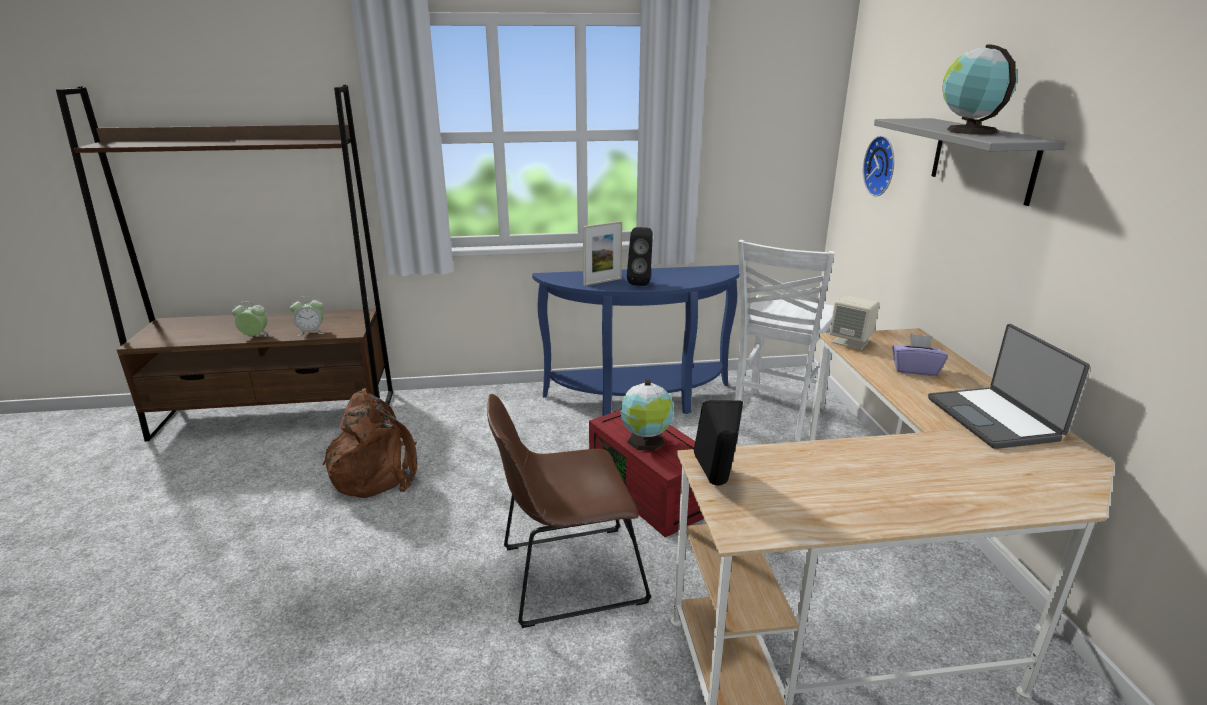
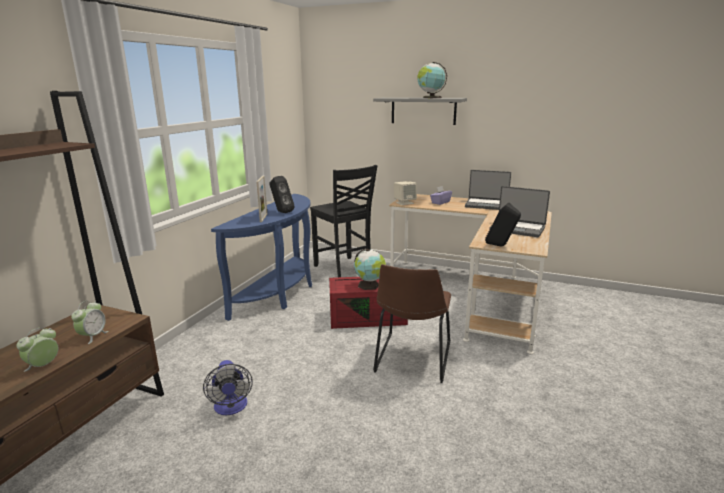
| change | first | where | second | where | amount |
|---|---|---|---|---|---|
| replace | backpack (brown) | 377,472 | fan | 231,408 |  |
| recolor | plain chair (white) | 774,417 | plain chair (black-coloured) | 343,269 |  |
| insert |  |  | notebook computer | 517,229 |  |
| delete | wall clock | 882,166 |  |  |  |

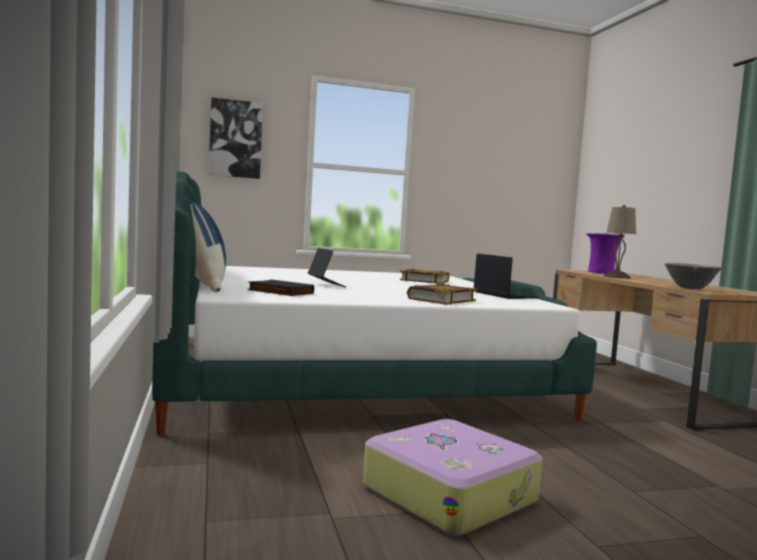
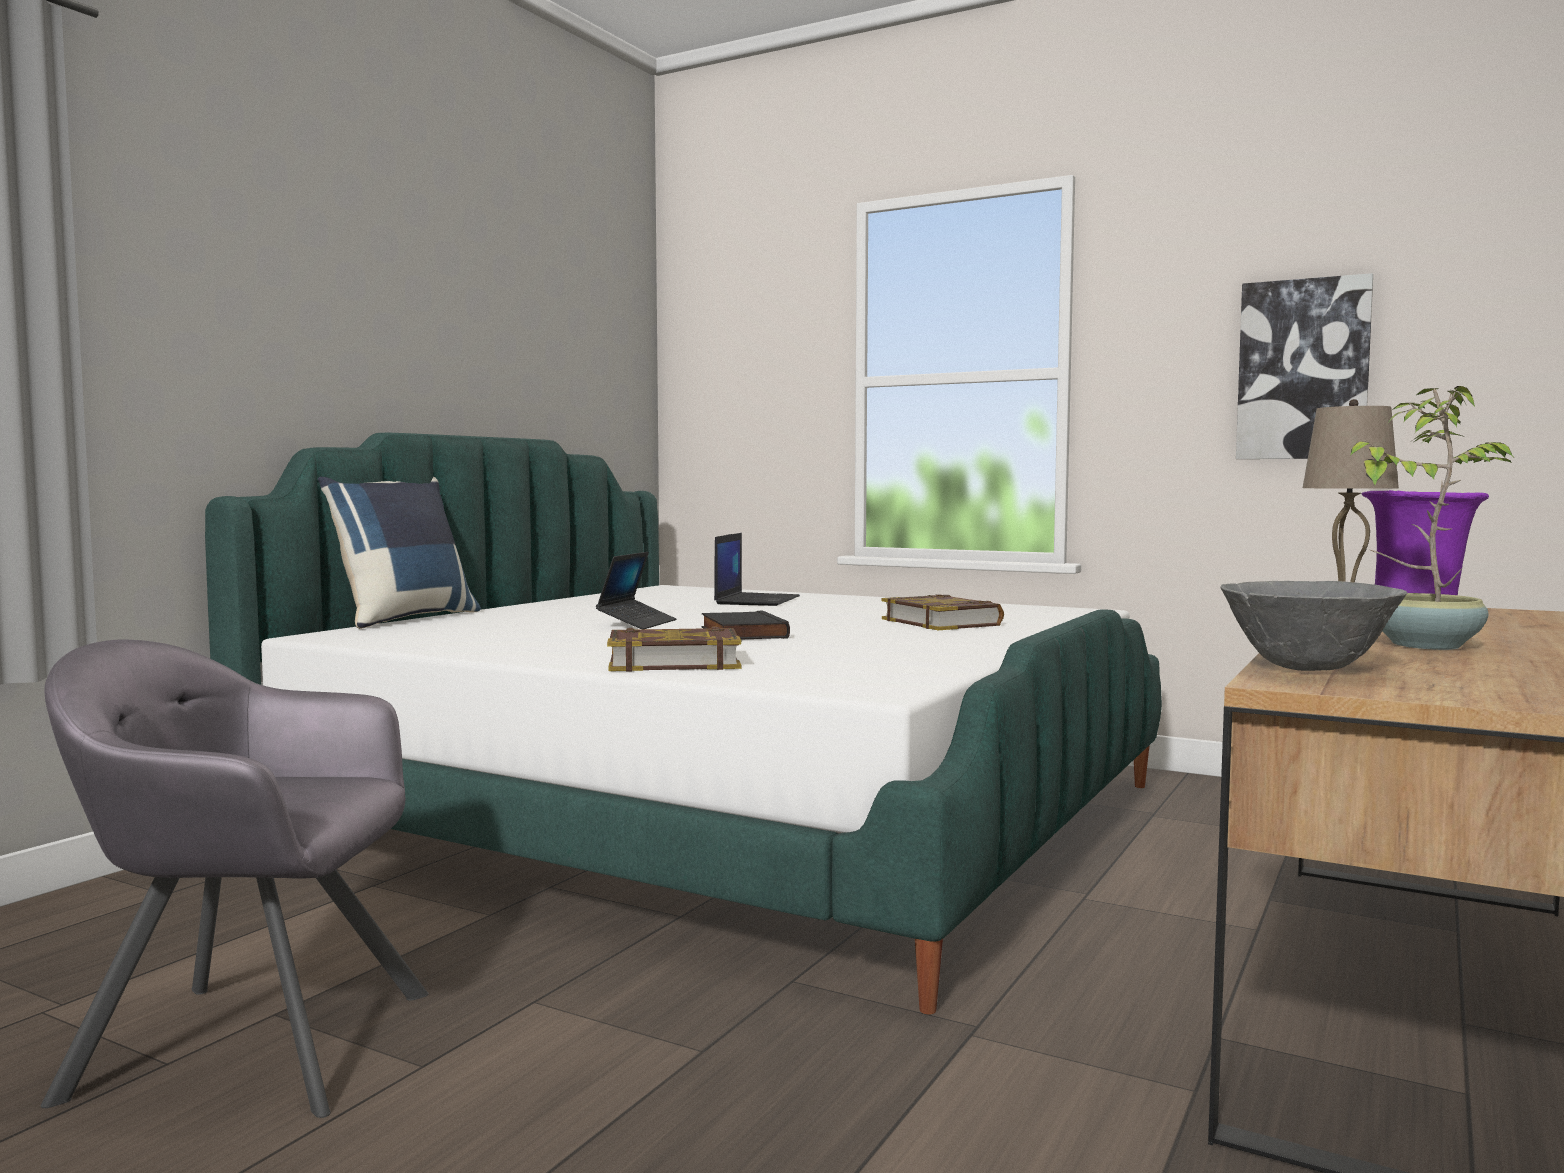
| change | first | where | second | where | amount |
|---|---|---|---|---|---|
| replace | travel case | 450,493 | easy chair (grey) | 251,1043 |  |
| move | volume (black-coloured) | 279,292 |  | 741,633 |  |
| move | notebook computer | 503,295 |  | 756,600 |  |
| move | picture | 235,139 |  | 1303,370 |  |
| insert |  |  | plant in a pot | 1423,645 |  |

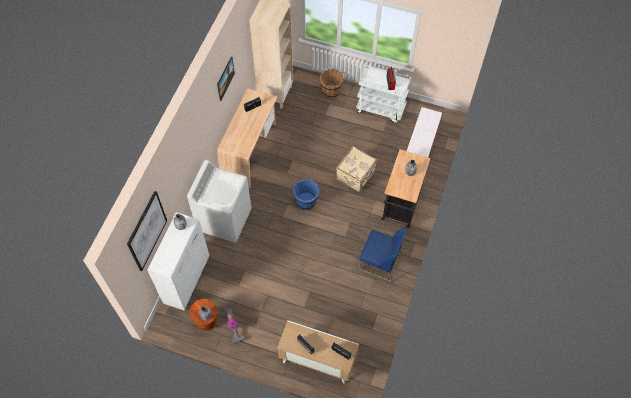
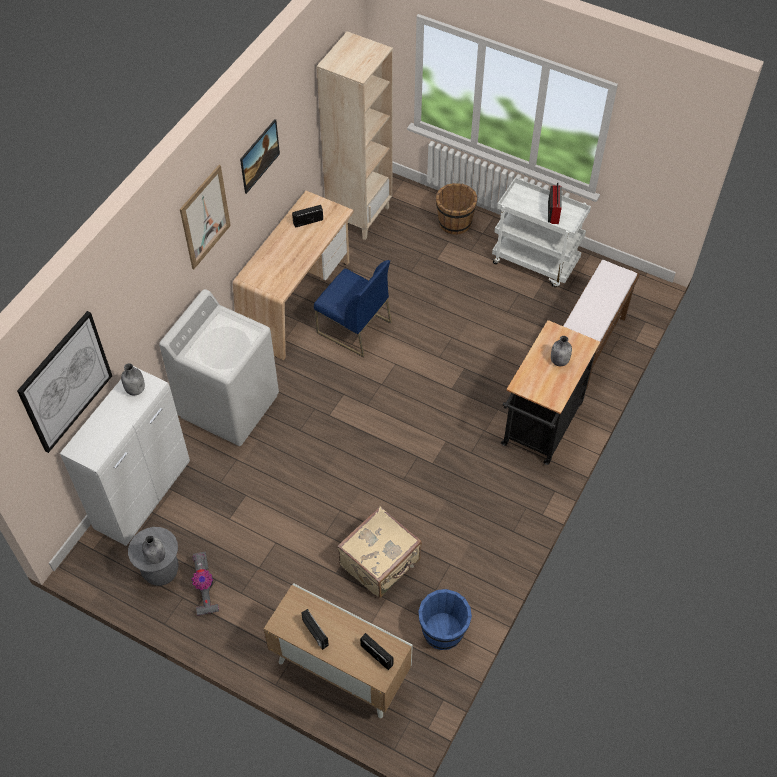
| change | first | where | second | where | amount |
|---|---|---|---|---|---|
| recolor | sitting stool (brown) | 206,321 | sitting stool (grey) | 161,571 |  |
| insert |  |  | picture | 205,217 |  |
| move | plain chair (blue) | 379,262 |  | 353,327 |  |
| move | travel case (beige) | 356,175 |  | 381,563 |  |
| move | water bucket (blue) | 306,201 |  | 443,632 |  |

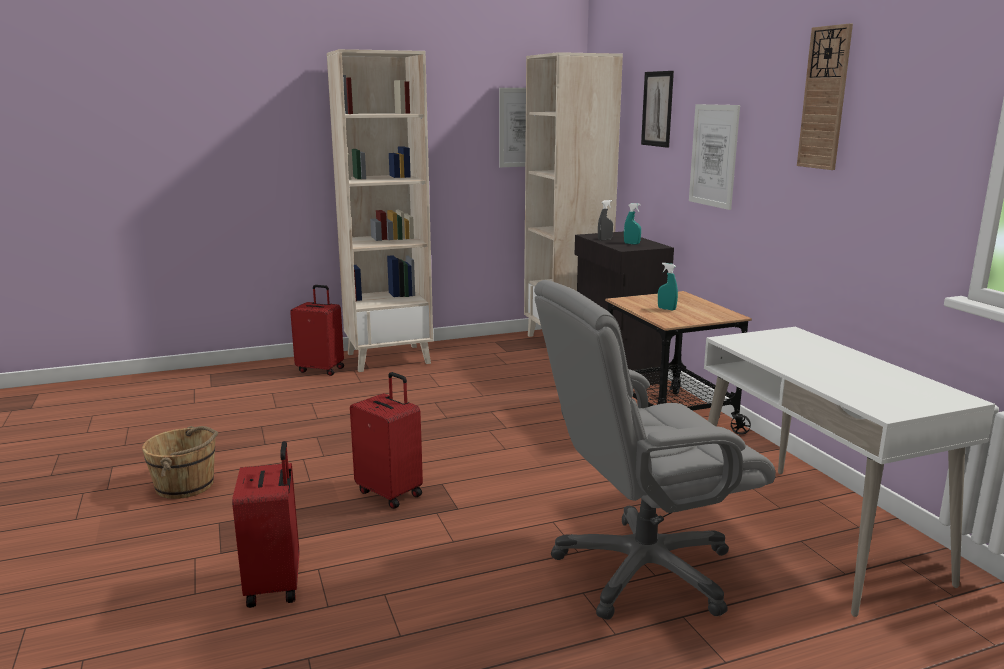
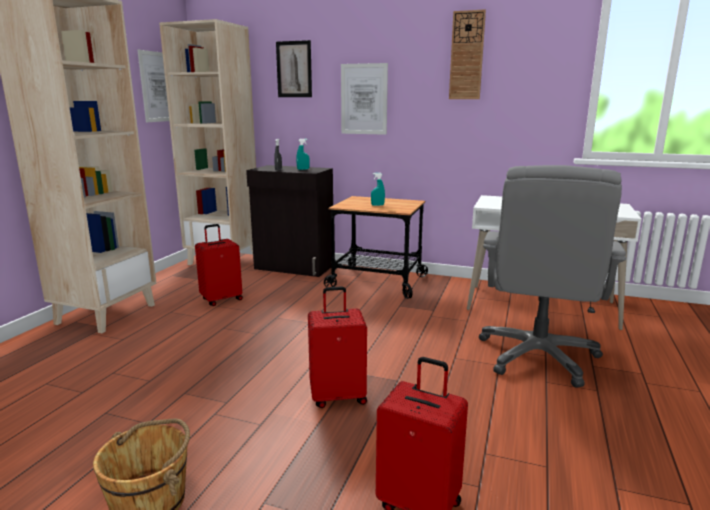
| change | first | where | second | where | amount |
|---|---|---|---|---|---|
| move | travel case (reddish) | 321,369 |  | 221,299 |  |

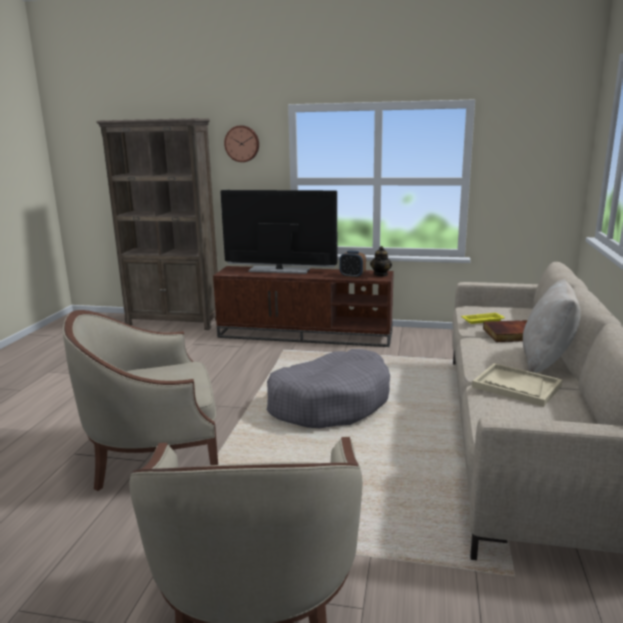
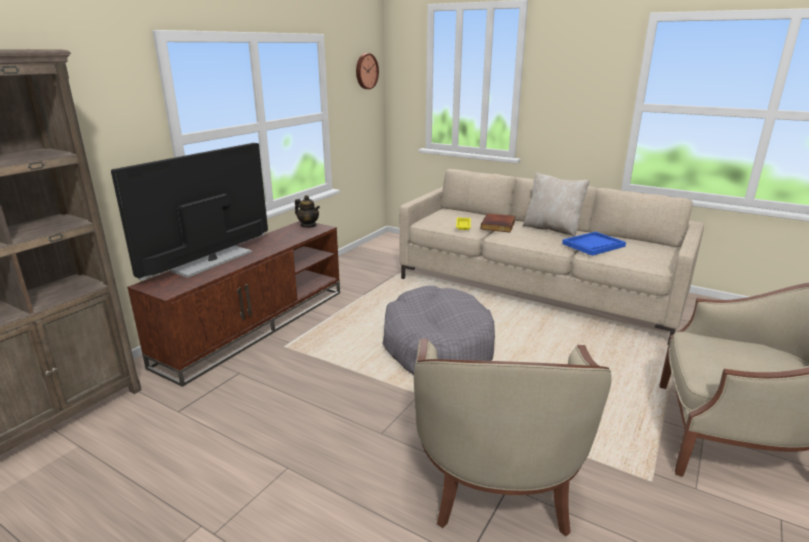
| change | first | where | second | where | amount |
|---|---|---|---|---|---|
| move | wall clock | 242,143 |  | 366,71 |  |
| recolor | carrying tray (beige) | 516,386 | carrying tray (blue) | 593,245 |  |
| delete | table clock | 352,276 |  |  |  |

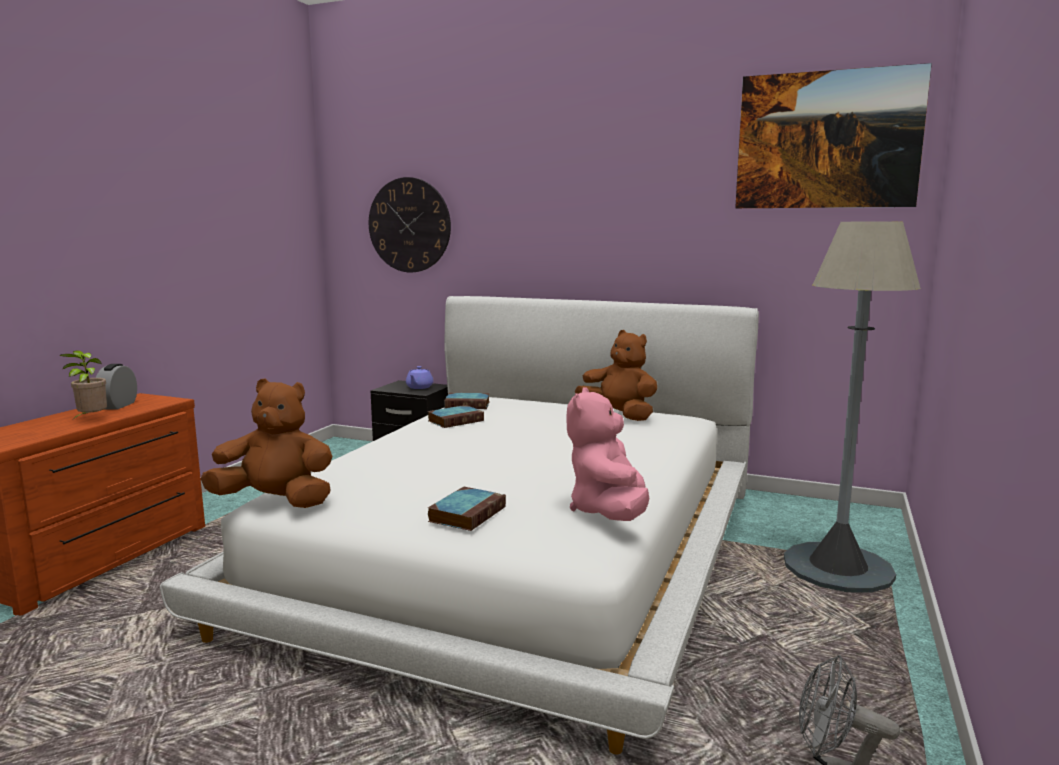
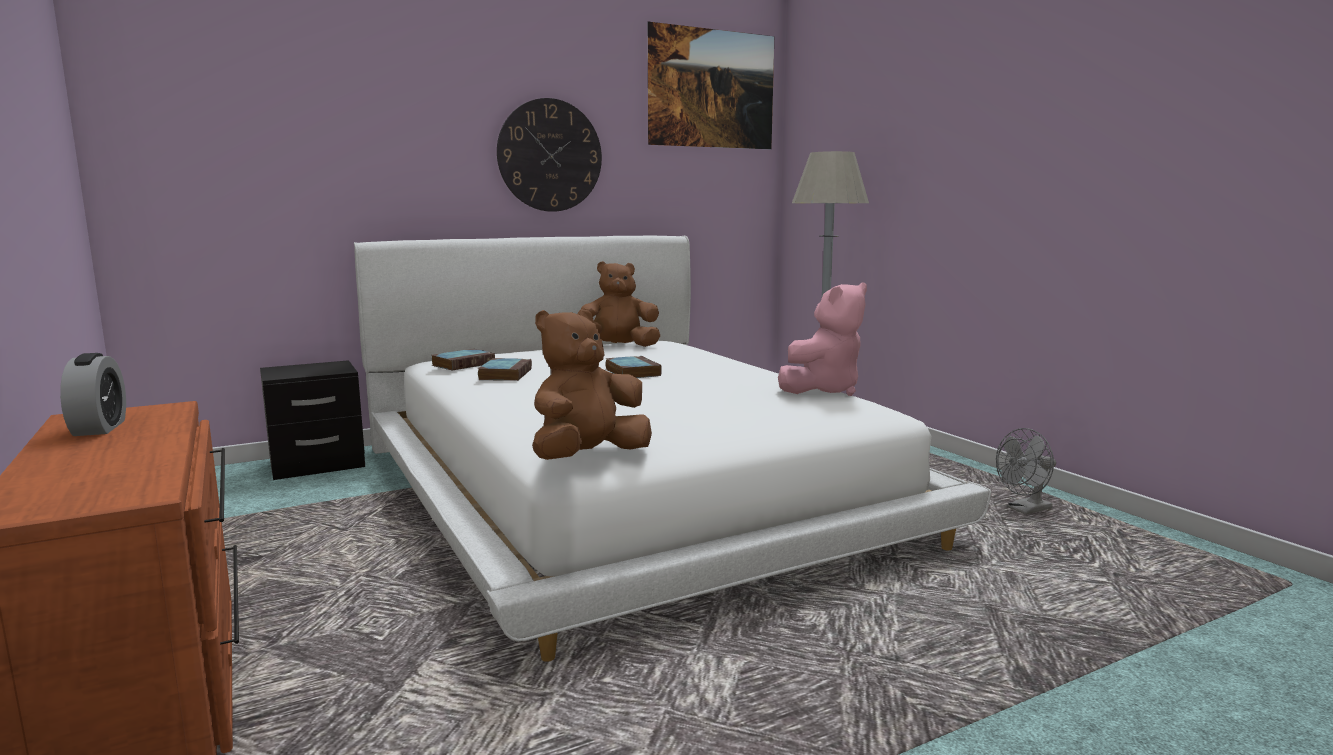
| change | first | where | second | where | amount |
|---|---|---|---|---|---|
| rotate | table clock | 118,405 |  | 99,428 | 150 degrees counterclockwise |
| move | wall clock | 409,225 |  | 550,155 |  |
| move | volume | 467,513 |  | 631,372 |  |
| rotate | plush toy (pink-coloured) | 609,512 |  | 823,390 | 90 degrees counterclockwise |
| delete | plant in a pot | 91,420 |  |  |  |
| delete | tea pot (purple-coloured) | 419,387 |  |  |  |

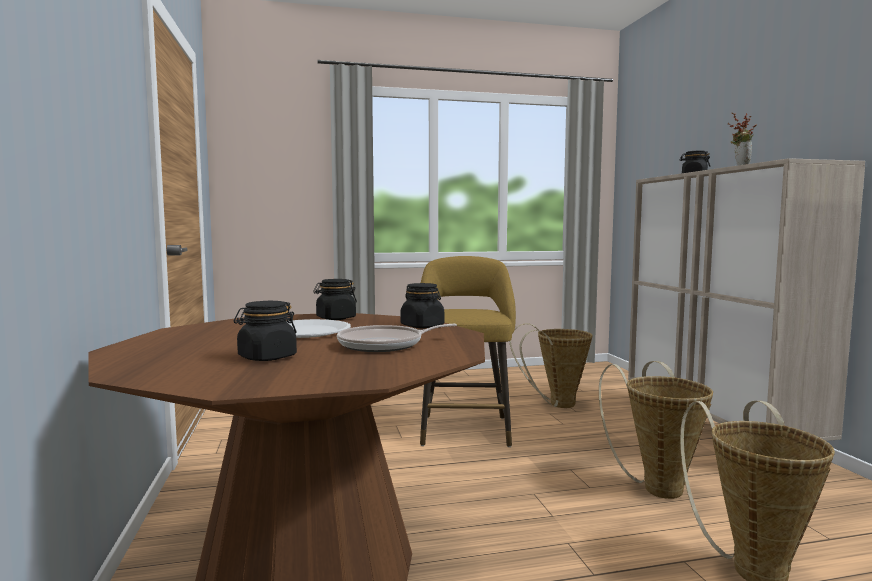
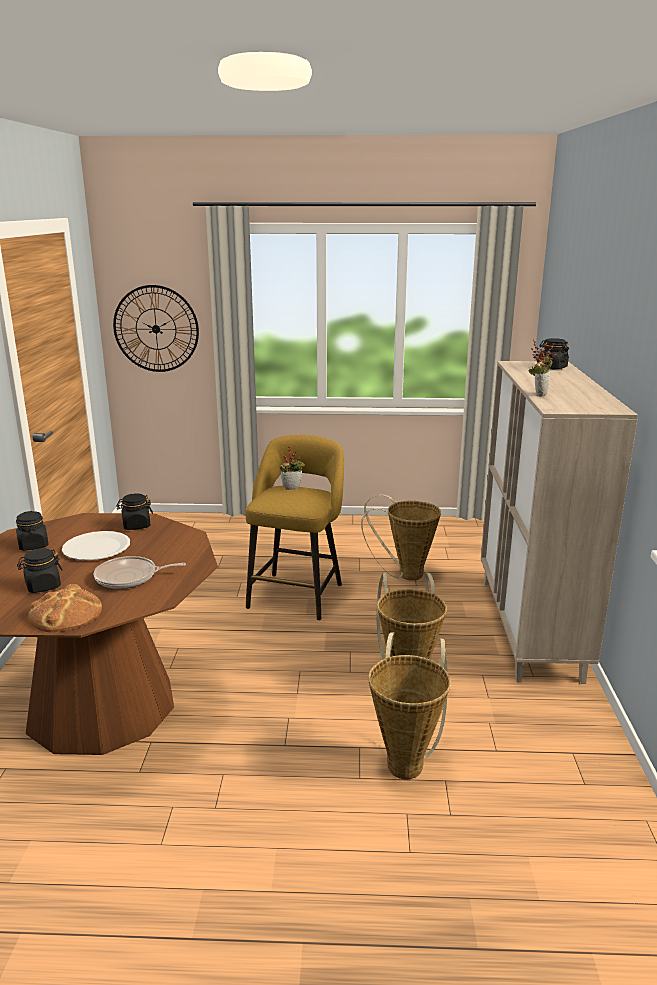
| change | first | where | second | where | amount |
|---|---|---|---|---|---|
| move | jar (black-coloured) | 422,326 |  | 33,545 |  |
| insert |  |  | baked bread | 66,613 |  |
| insert |  |  | wall clock | 156,329 |  |
| insert |  |  | plant in a pot | 292,487 |  |

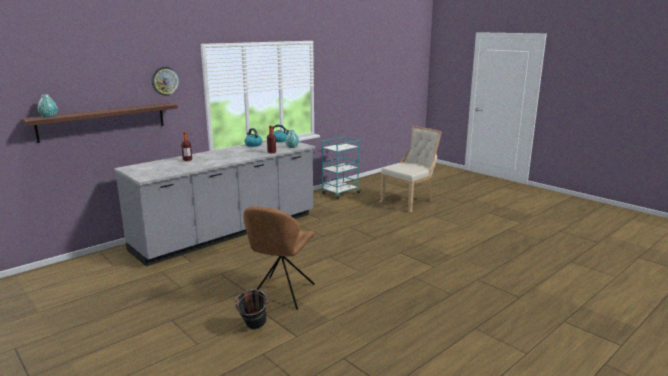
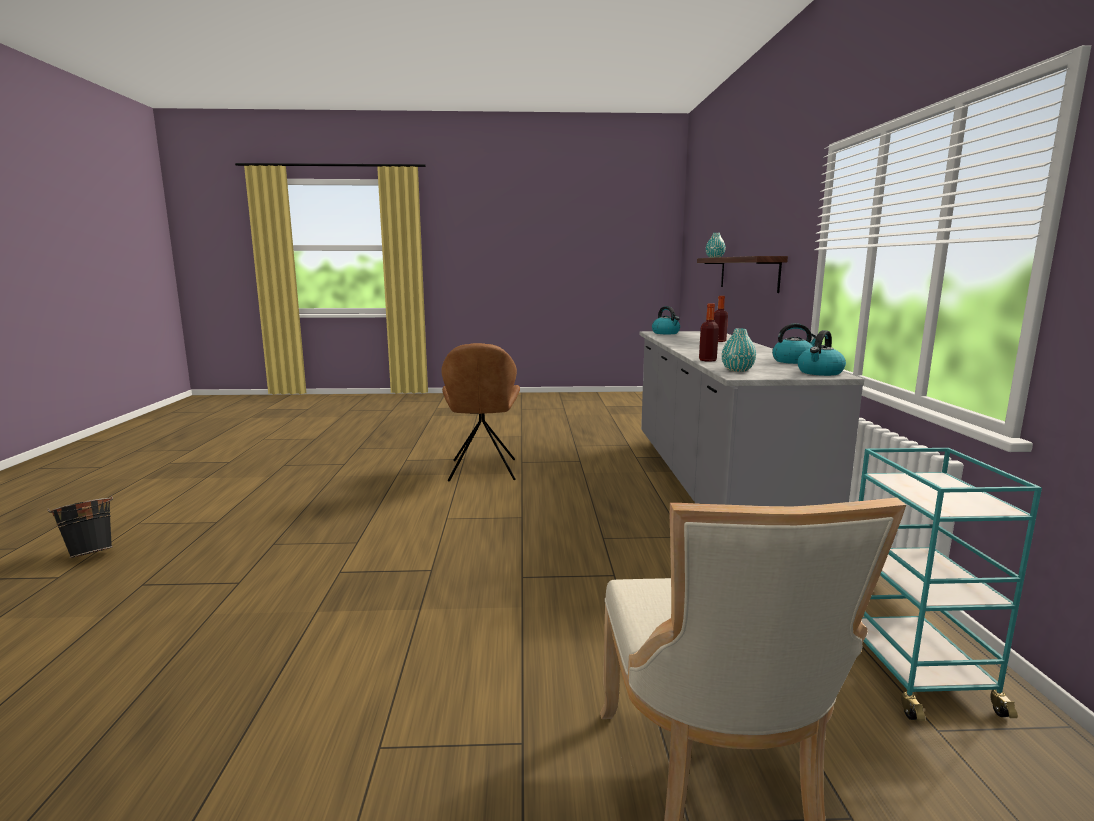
| change | first | where | second | where | amount |
|---|---|---|---|---|---|
| move | water bucket (black-coloured) | 253,328 |  | 91,553 |  |
| rotate | plain chair (brown) | 281,294 |  | 482,471 | 150 degrees counterclockwise |
| insert |  |  | kettle | 666,333 |  |
| delete | wall clock | 165,81 |  |  |  |

